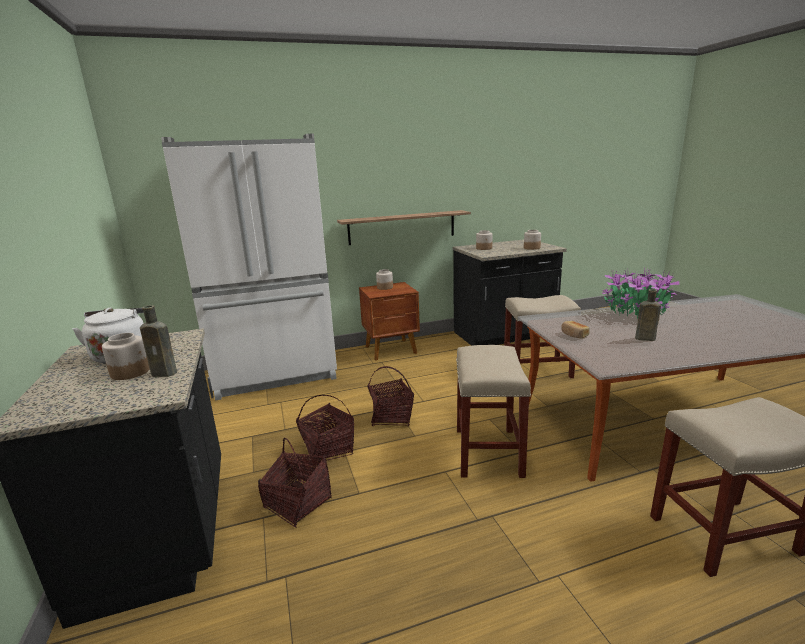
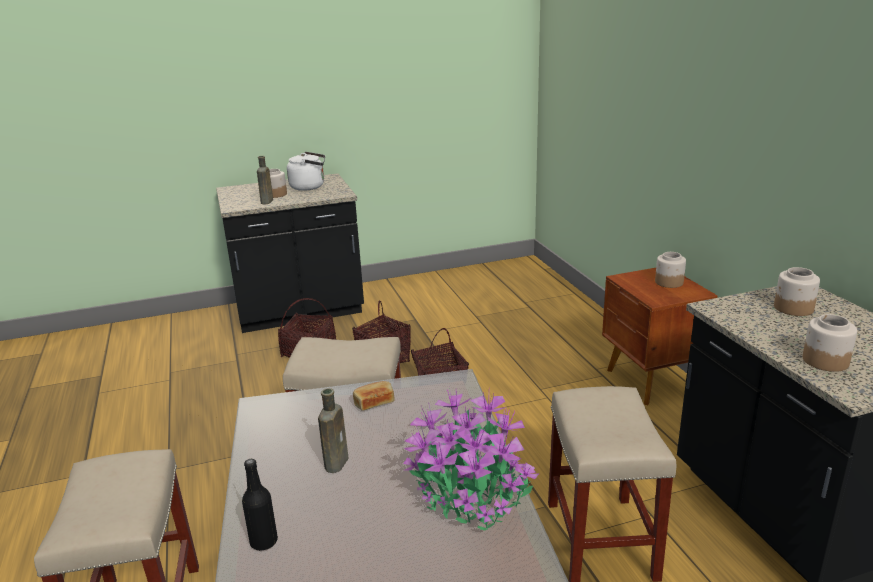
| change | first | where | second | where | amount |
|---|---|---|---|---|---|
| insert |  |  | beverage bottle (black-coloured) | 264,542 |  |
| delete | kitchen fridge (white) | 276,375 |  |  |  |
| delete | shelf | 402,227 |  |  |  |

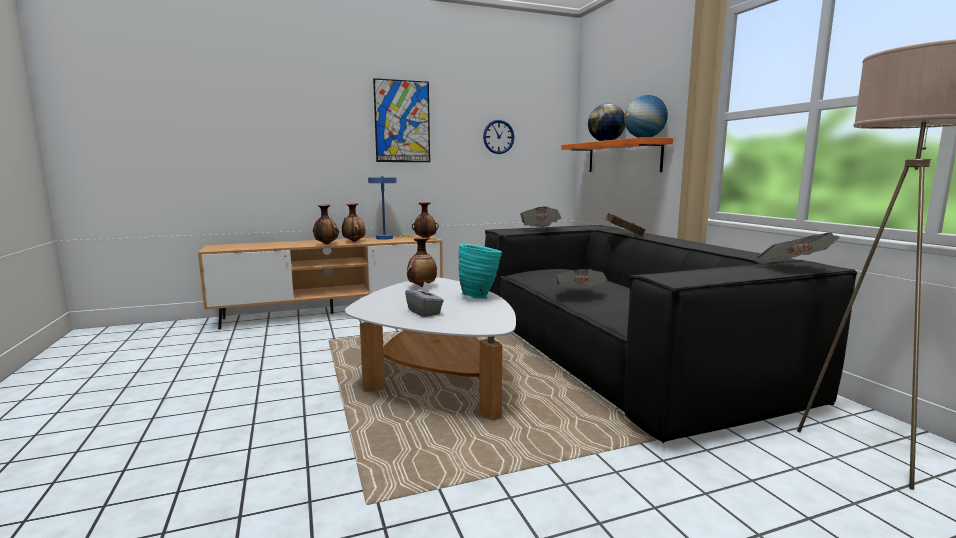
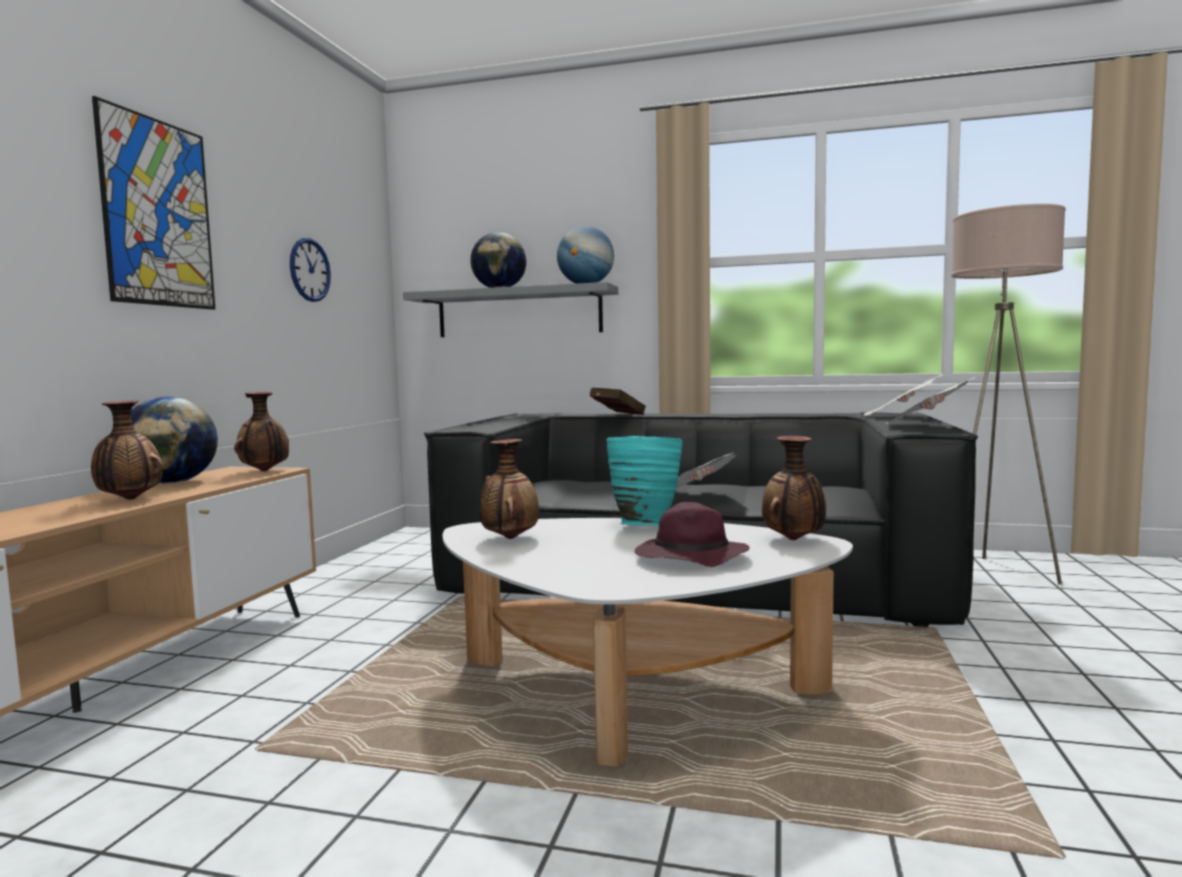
| change | first | where | second | where | amount |
|---|---|---|---|---|---|
| replace | lamp for a table (blue) | 387,238 | desk globe | 173,482 |  |
| recolor | shelf (orange) | 623,157 | shelf (grey) | 519,313 |  |
| replace | tissue box (grey) | 424,312 | hat (purple-coloured) | 689,558 |  |
| move | decorative vase | 326,244 |  | 794,540 |  |
| move | newspaper | 540,229 |  | 925,426 |  |

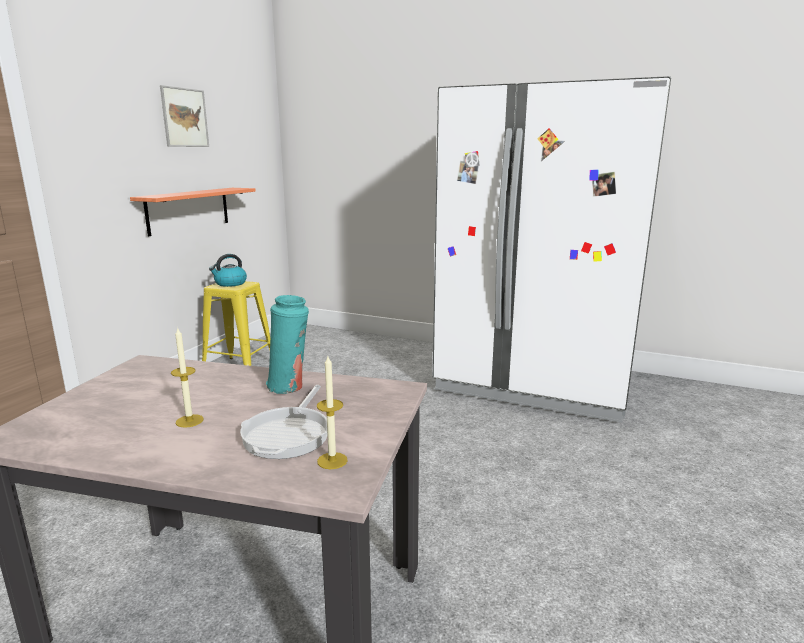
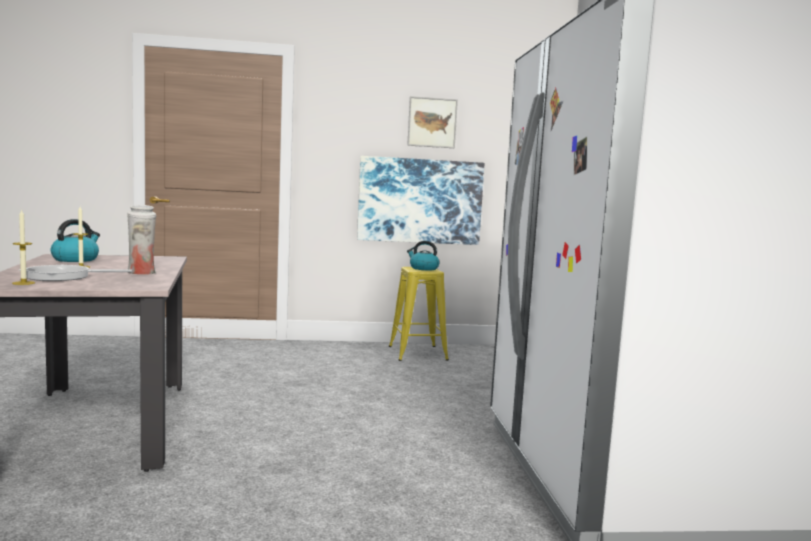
| change | first | where | second | where | amount |
|---|---|---|---|---|---|
| insert |  |  | kettle | 76,259 |  |
| recolor | decorative vase (turquoise) | 289,387 | decorative vase (white) | 142,273 |  |
| replace | shelf | 188,210 | picture | 420,201 |  |

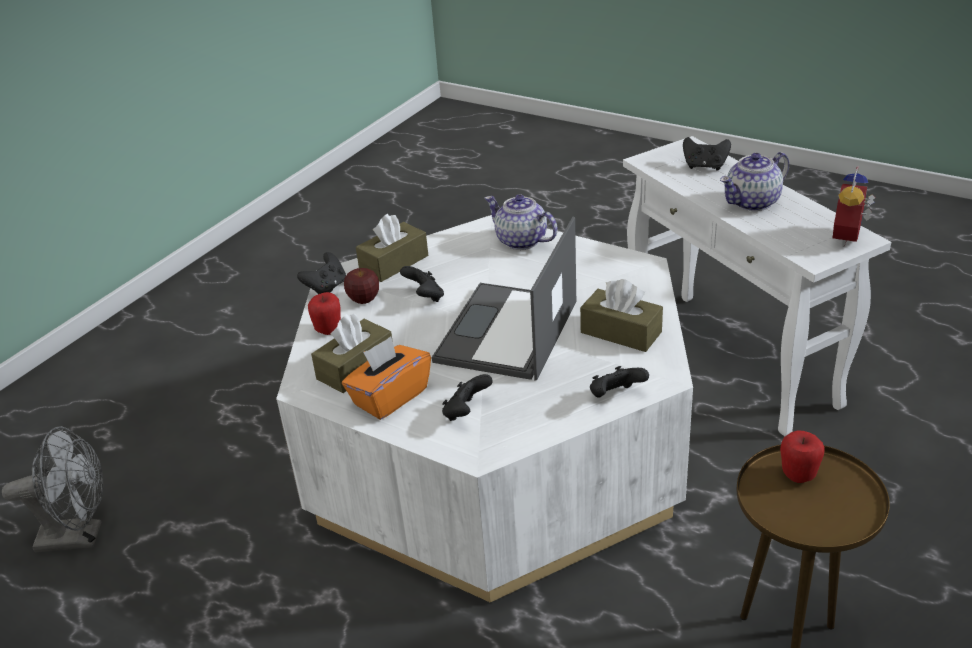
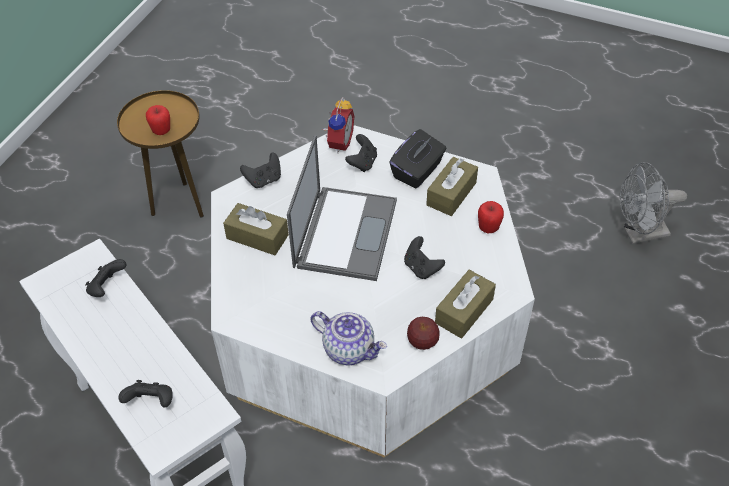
| change | first | where | second | where | amount |
|---|---|---|---|---|---|
| move | gamepad (black-coloured) | 326,288 |  | 107,288 |  |
| move | table clock | 850,238 |  | 338,143 |  |
| recolor | tissue box (orange) | 390,397 | tissue box (black-coloured) | 417,171 |  |
| move | whole apple | 363,299 |  | 422,342 |  |
| delete | tea pot | 752,203 |  |  |  |

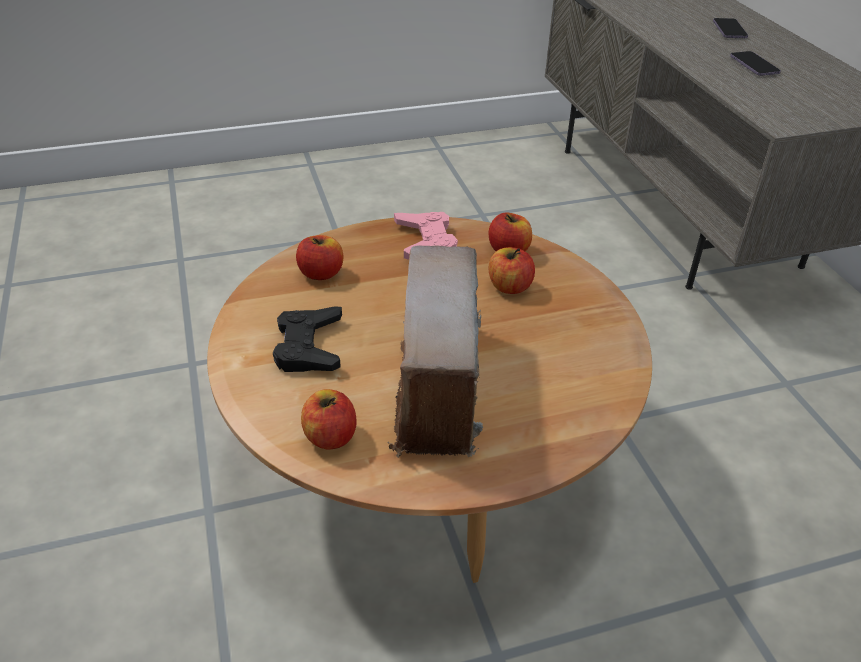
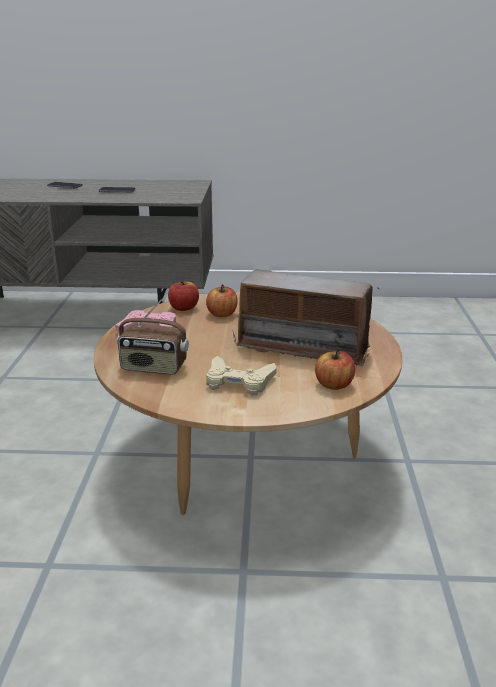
| change | first | where | second | where | amount |
|---|---|---|---|---|---|
| replace | whole apple | 321,273 | radio receiver | 153,368 |  |
| recolor | gamepad (black-coloured) | 309,346 | gamepad (beige) | 238,382 |  |

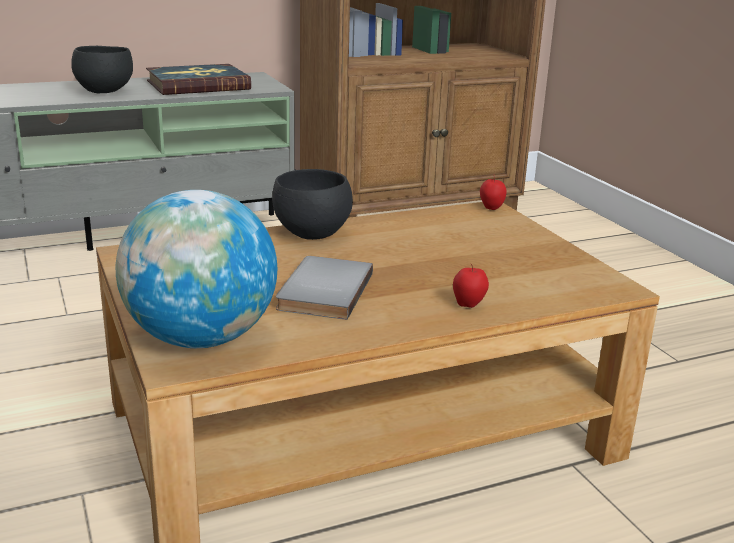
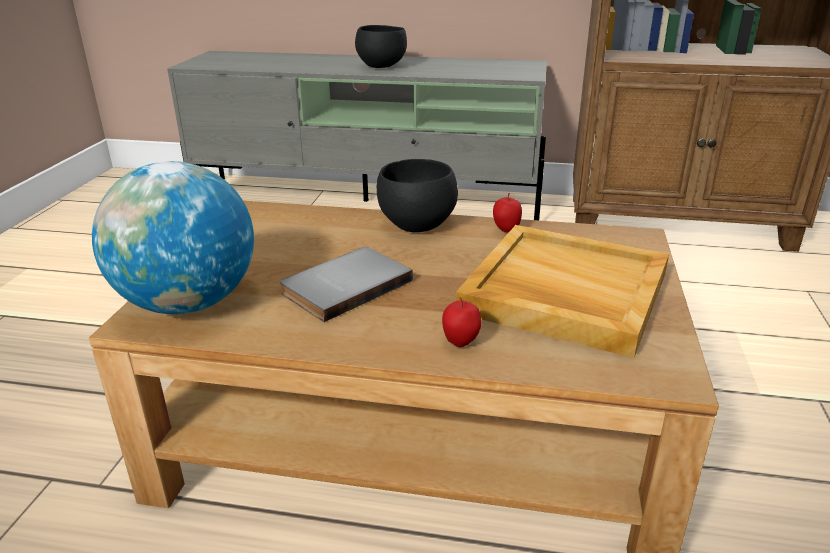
| change | first | where | second | where | amount |
|---|---|---|---|---|---|
| insert |  |  | carrying tray (beige) | 563,292 |  |
| move | whole apple | 491,208 |  | 506,230 |  |
| delete | volume | 198,85 |  |  |  |

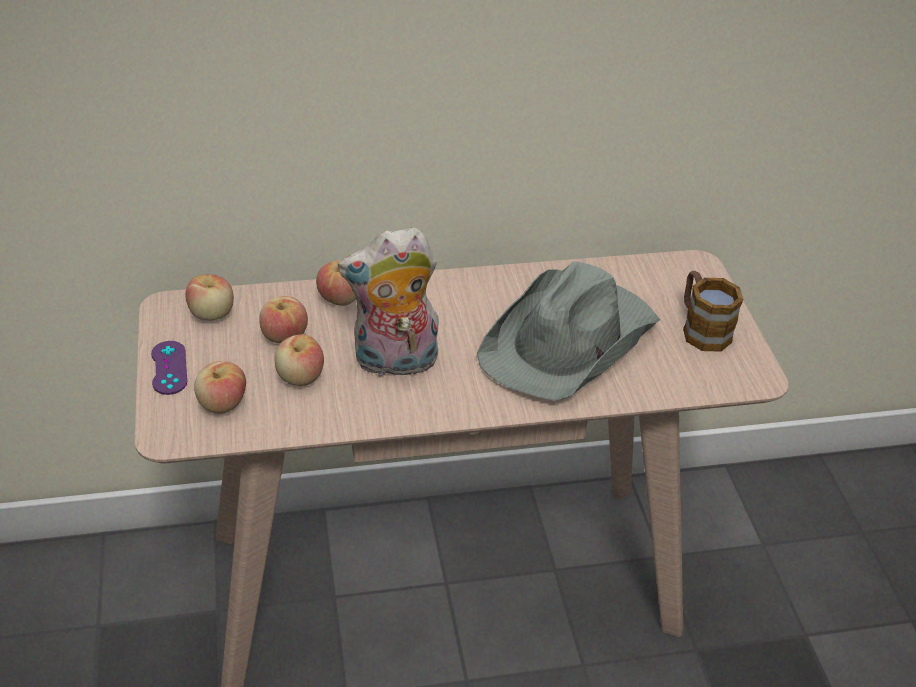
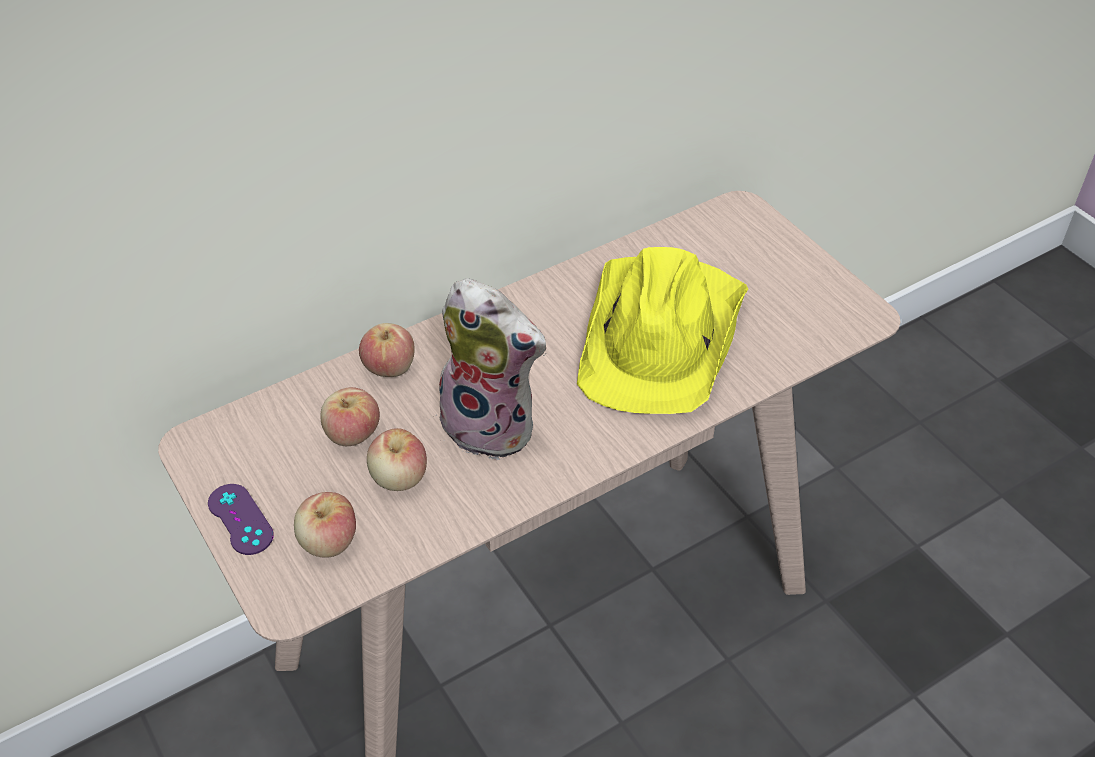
| change | first | where | second | where | amount |
|---|---|---|---|---|---|
| rotate | plush toy | 394,363 |  | 493,425 | 120 degrees counterclockwise |
| recolor | hat (grey) | 570,340 | hat (yellowish) | 662,336 |  |
| delete | whole apple | 212,314 |  |  |  |
| delete | mug | 701,328 |  |  |  |

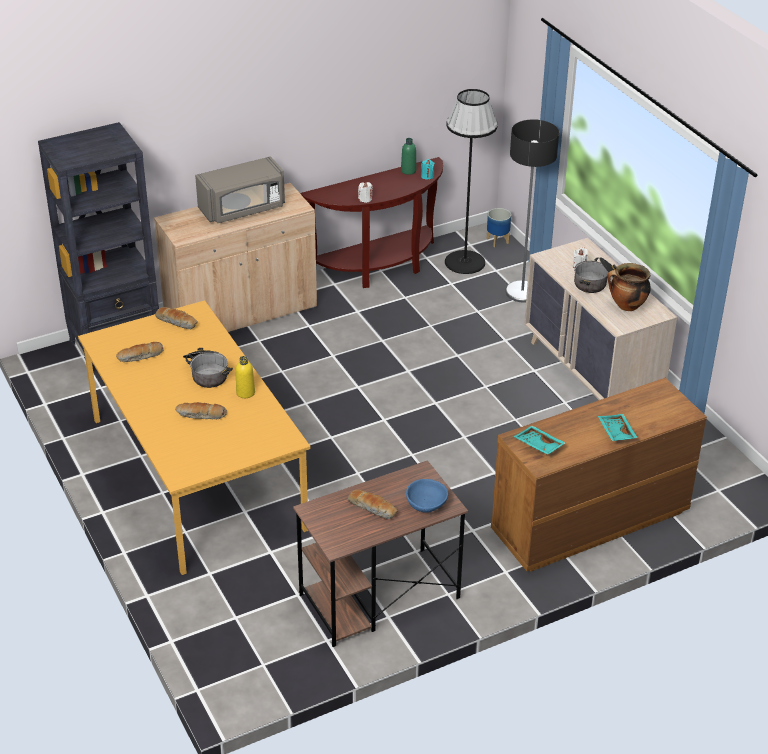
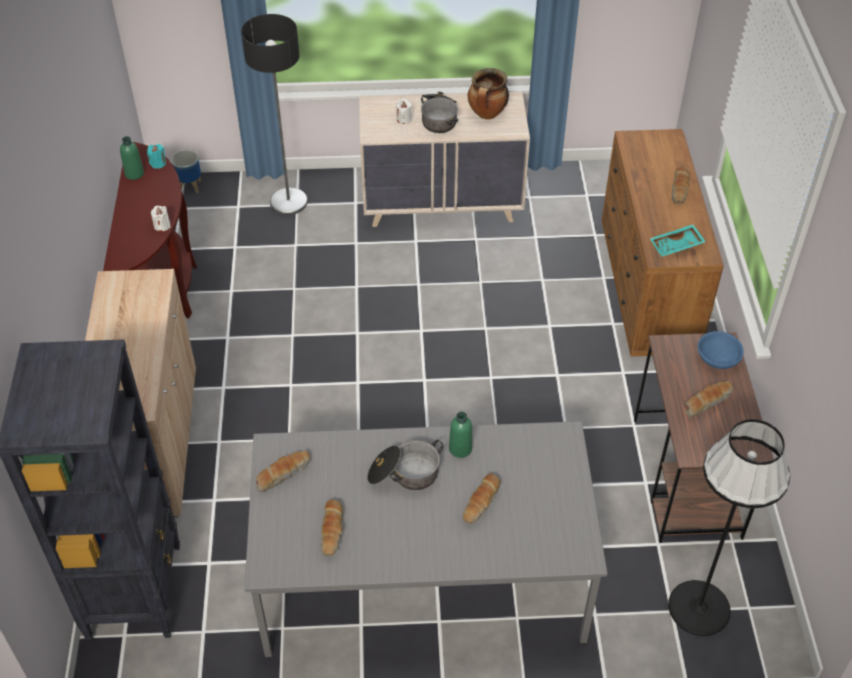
| change | first | where | second | where | amount |
|---|---|---|---|---|---|
| recolor | kitchen table (orange) | 198,473 | kitchen table (grey) | 423,574 |  |
| recolor | beverage bottle (yellowish) | 245,392 | beverage bottle (green-coloured) | 460,448 |  |
| move | standing lamp (black-coloured) | 465,262 |  | 699,607 |  |
| replace | carrying tray (turquoise) | 615,432 | baked bread | 680,190 |  |
| delete | microwave (grey) | 243,209 |  |  |  |

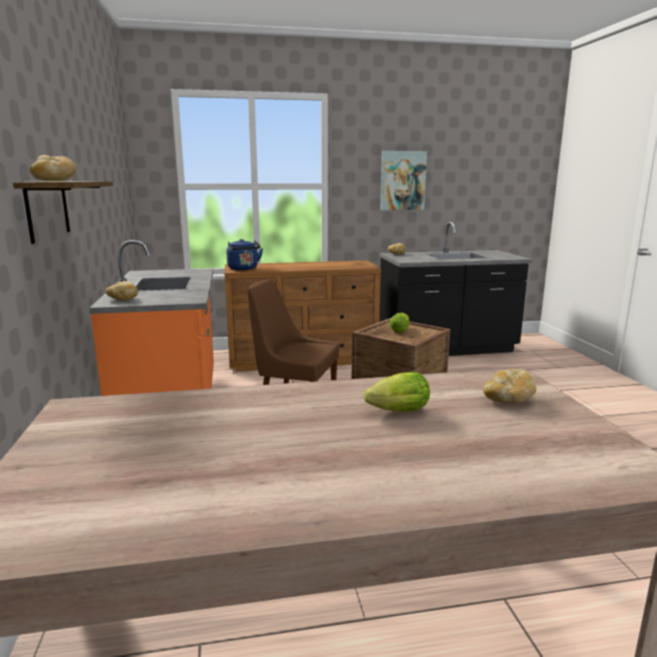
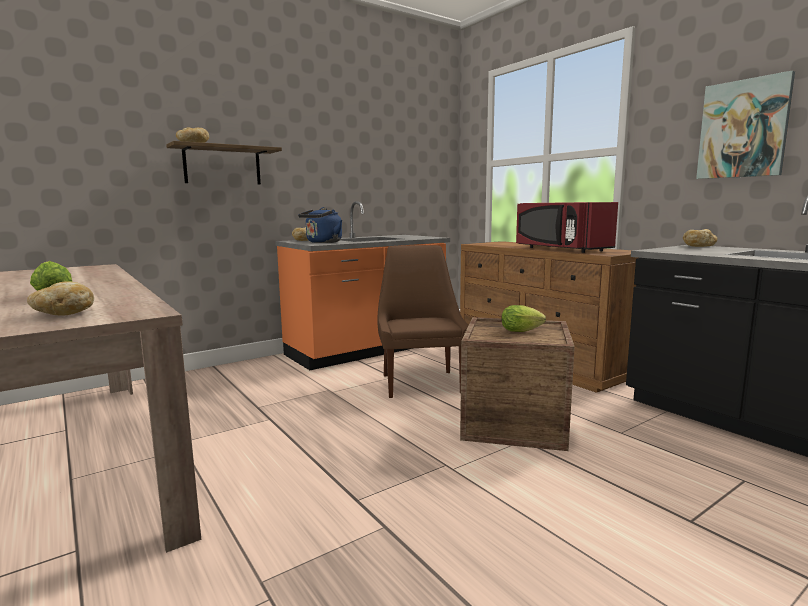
| change | first | where | second | where | amount |
|---|---|---|---|---|---|
| move | kettle (blue) | 244,269 |  | 322,242 |  |
| insert |  |  | microwave (reddish) | 560,249 |  |

